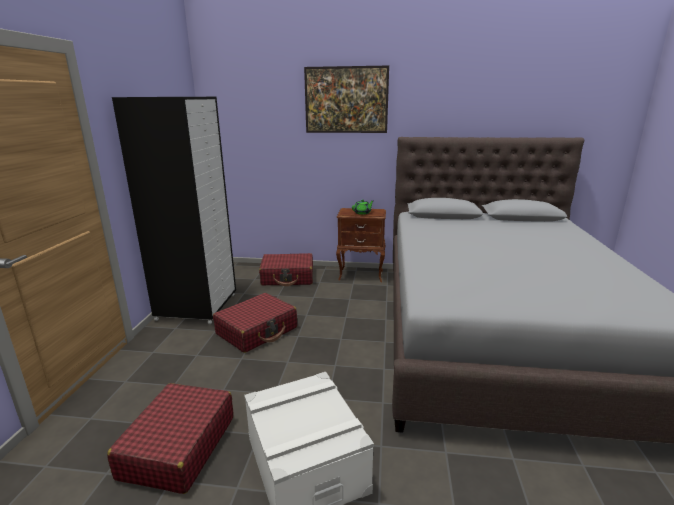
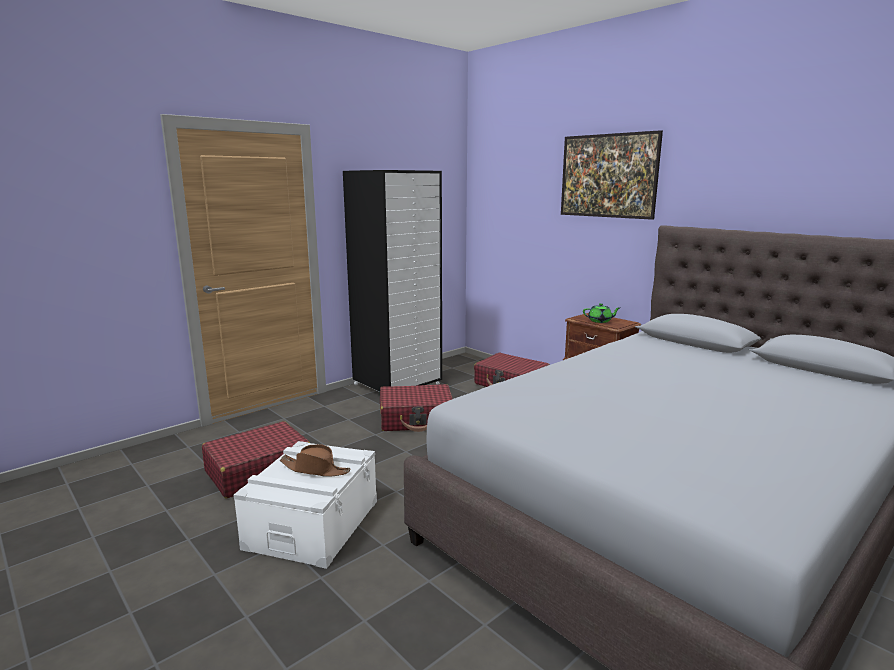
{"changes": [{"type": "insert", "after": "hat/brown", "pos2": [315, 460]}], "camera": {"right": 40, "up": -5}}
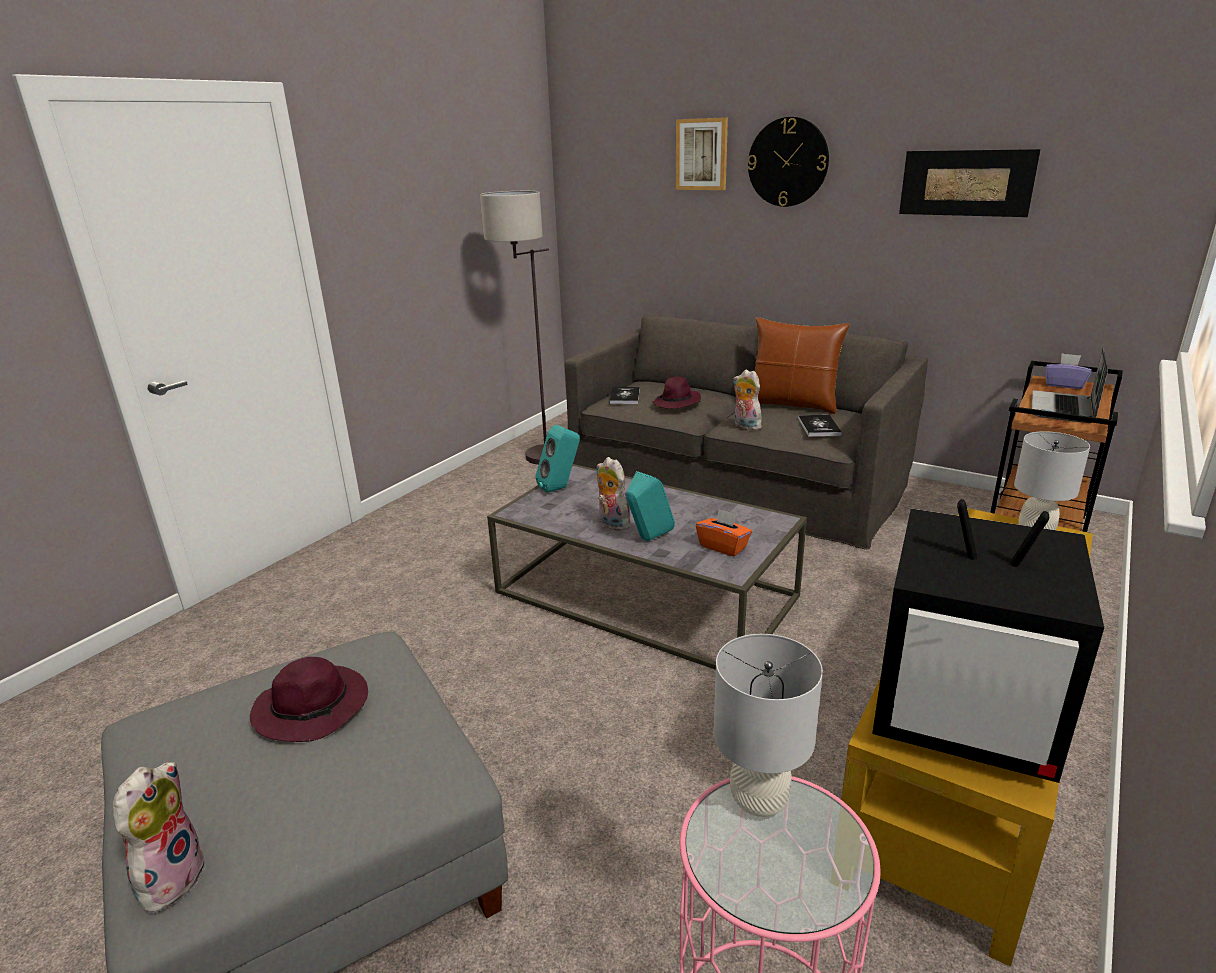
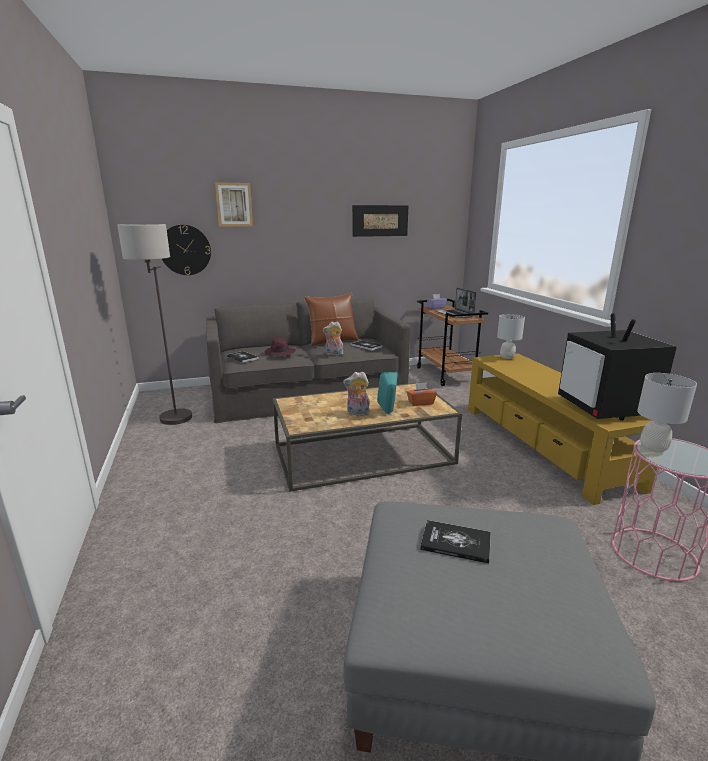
{"changes": [{"type": "delete", "before": "plush toy", "pos1": [159, 839]}, {"type": "delete", "before": "speaker/turquoise", "pos1": [557, 459]}, {"type": "move", "before": "wall clock", "pos1": [788, 162], "pos2": [186, 250]}, {"type": "replace", "before": "hat/purple", "after": "book", "pos1": [309, 699], "pos2": [455, 542]}, {"type": "recolor", "before": "coffee table/grey", "after": "coffee table/brown", "pos1": [647, 567], "pos2": [367, 437]}, {"type": "rotate", "before": "television", "pos1": [988, 641], "pos2": [617, 367], "turn": 105}], "camera": {"right": -50, "up": -5}}
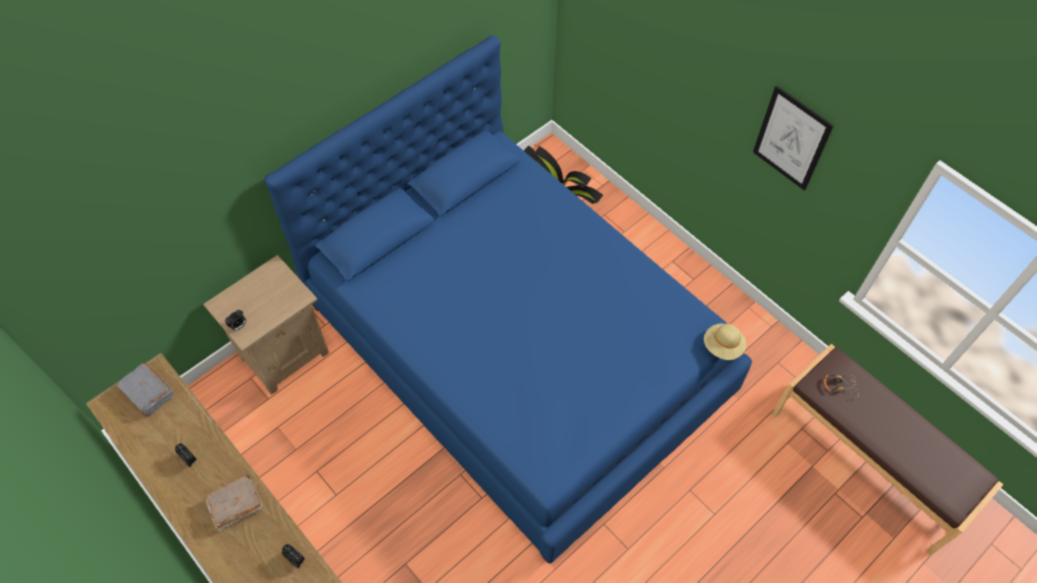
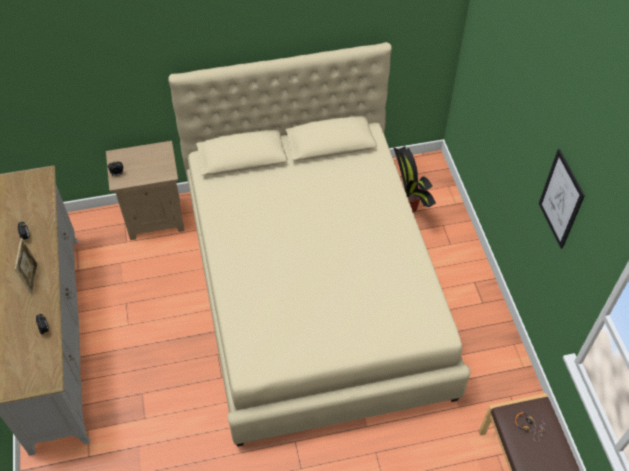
{"changes": [{"type": "delete", "before": "book/grey", "pos1": [144, 390]}, {"type": "delete", "before": "hat/beige", "pos1": [725, 341]}, {"type": "replace", "before": "book/brown", "after": "picture frame", "pos1": [234, 502], "pos2": [26, 266]}, {"type": "recolor", "before": "bed/blue", "after": "bed/beige", "pos1": [508, 300], "pos2": [319, 244]}], "camera": {"right": 30, "up": -5}}
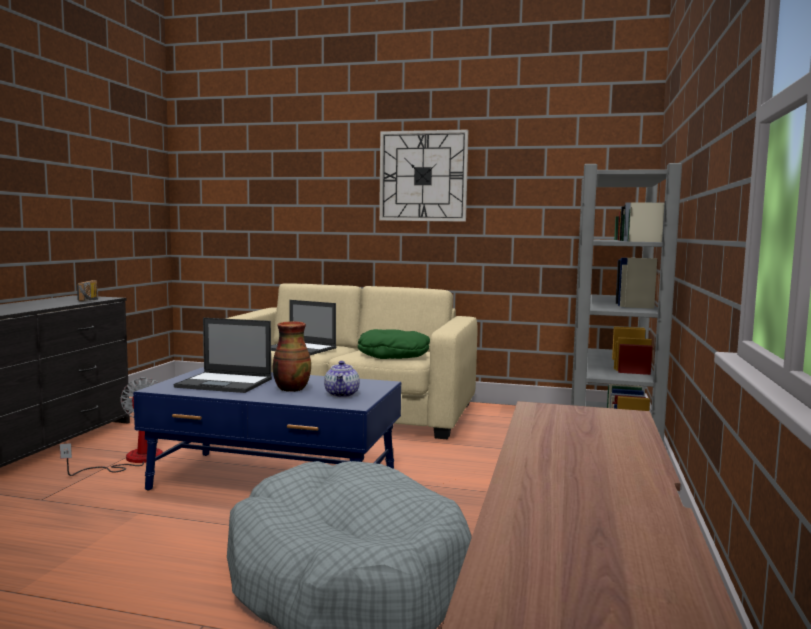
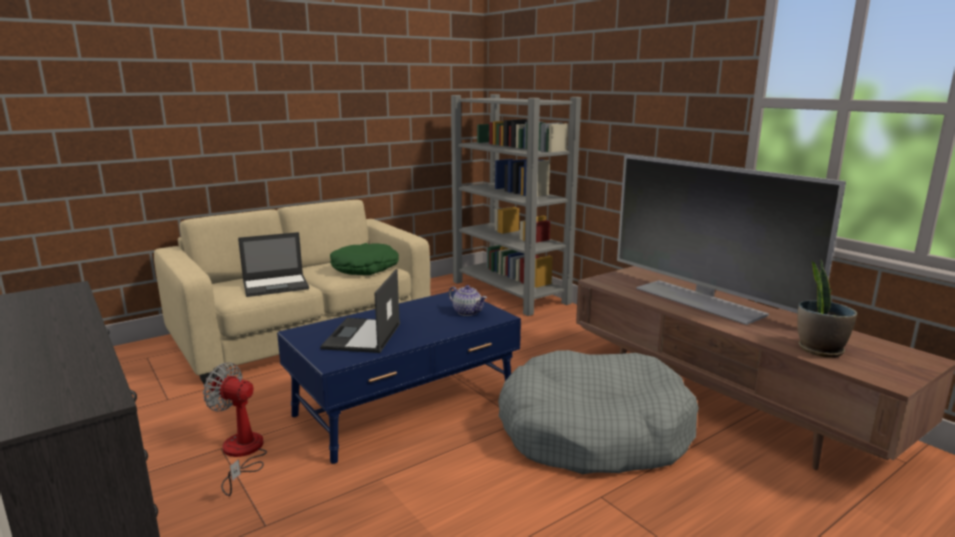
{"changes": [{"type": "delete", "before": "radio", "pos1": [87, 290]}, {"type": "delete", "before": "vase", "pos1": [292, 356]}, {"type": "delete", "before": "wall clock", "pos1": [423, 175]}, {"type": "insert", "after": "television", "pos2": [731, 240]}, {"type": "insert", "after": "potted plant", "pos2": [827, 308]}, {"type": "rotate", "before": "laptop", "pos1": [223, 355], "pos2": [360, 311], "turn": 135}], "camera": {"right": -50, "up": 10}}
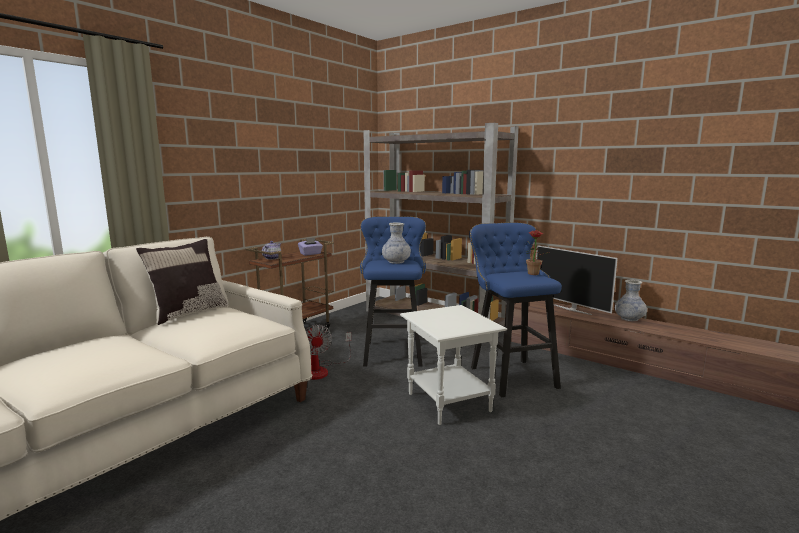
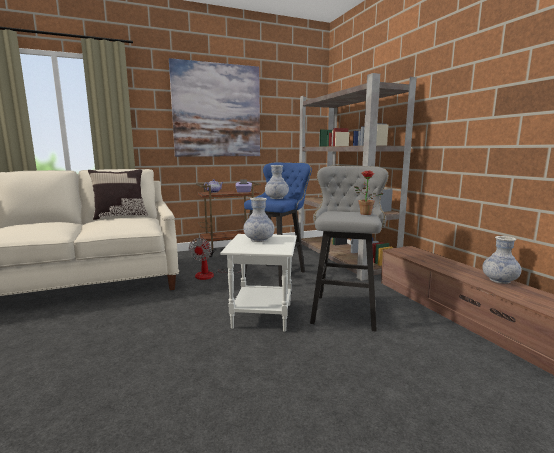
{"changes": [{"type": "delete", "before": "television", "pos1": [577, 280]}, {"type": "insert", "after": "picture", "pos2": [214, 107]}, {"type": "insert", "after": "vase", "pos2": [259, 220]}, {"type": "recolor", "before": "stool/blue", "after": "stool/grey", "pos1": [515, 309], "pos2": [349, 249]}], "camera": {"right": 30, "up": 0}}
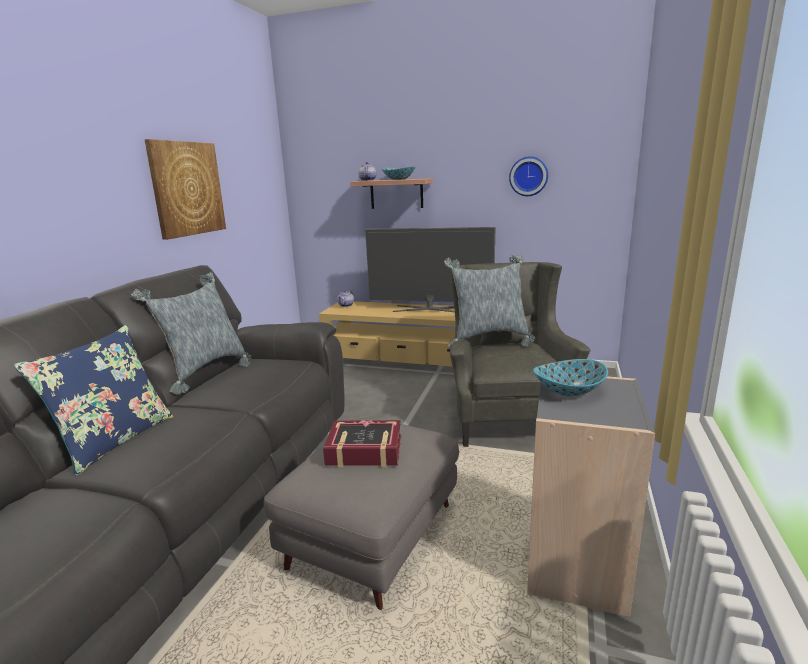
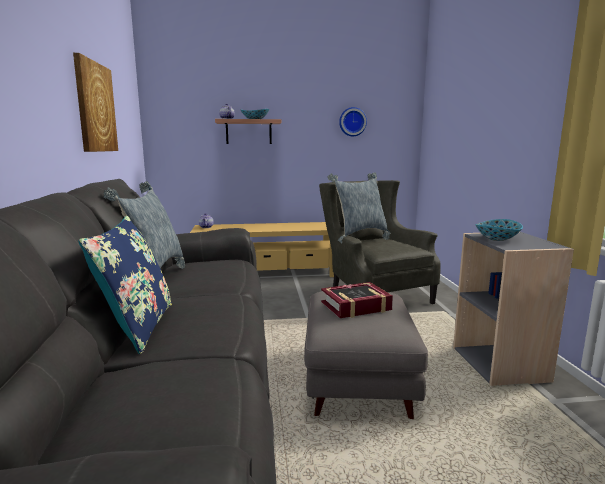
{"changes": [{"type": "delete", "before": "television", "pos1": [430, 269]}], "camera": {"right": -25, "up": -5}}
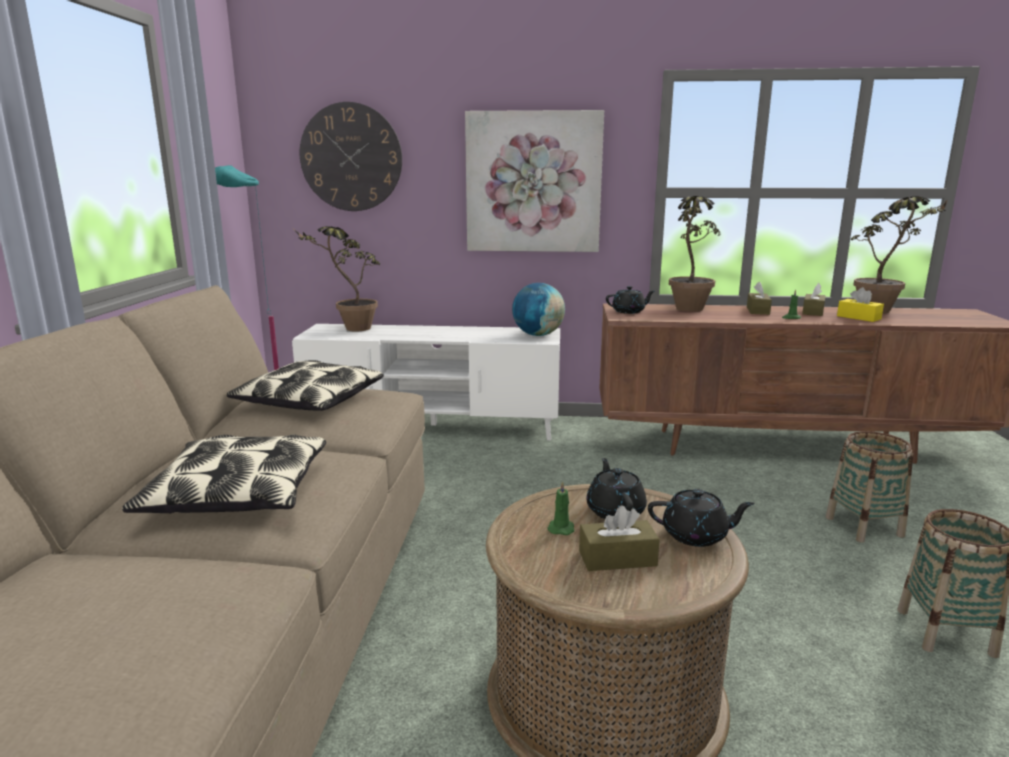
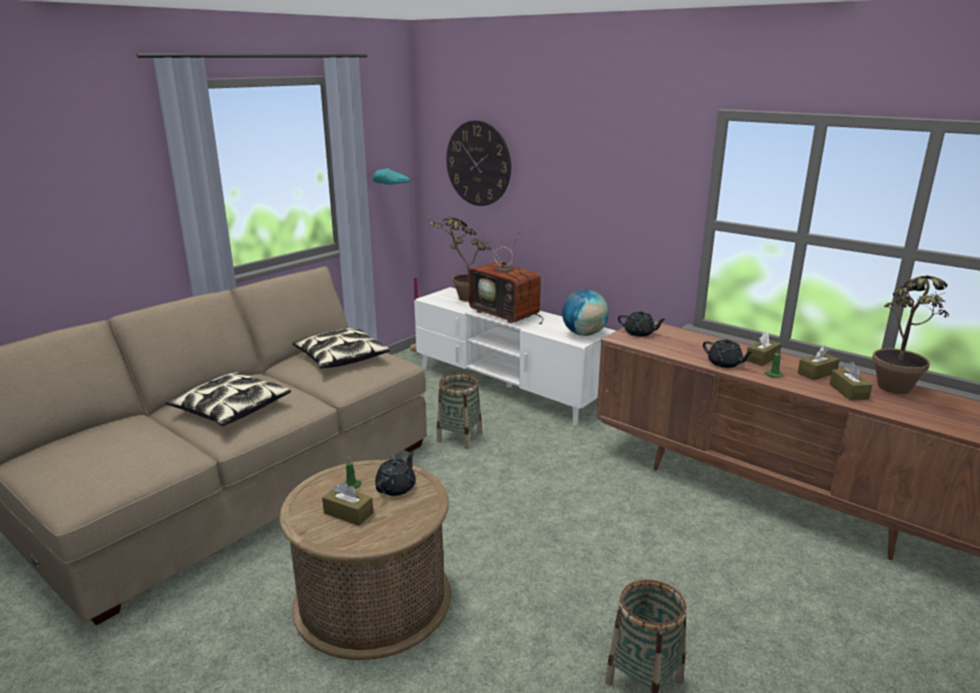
{"changes": [{"type": "delete", "before": "picture", "pos1": [534, 181]}, {"type": "delete", "before": "potted plant", "pos1": [695, 254]}, {"type": "insert", "after": "television", "pos2": [506, 278]}, {"type": "move", "before": "teapot/black", "pos1": [701, 518], "pos2": [728, 353]}, {"type": "move", "before": "basket", "pos1": [869, 487], "pos2": [459, 411]}, {"type": "recolor", "before": "tissue box/yellow", "after": "tissue box/brown", "pos1": [860, 304], "pos2": [851, 381]}], "camera": {"right": 35, "up": 5}}
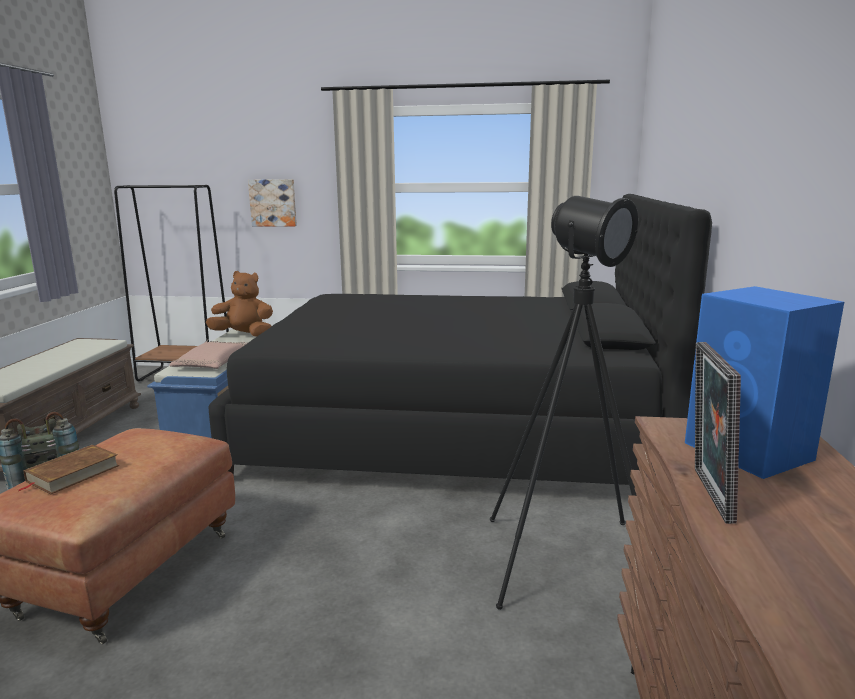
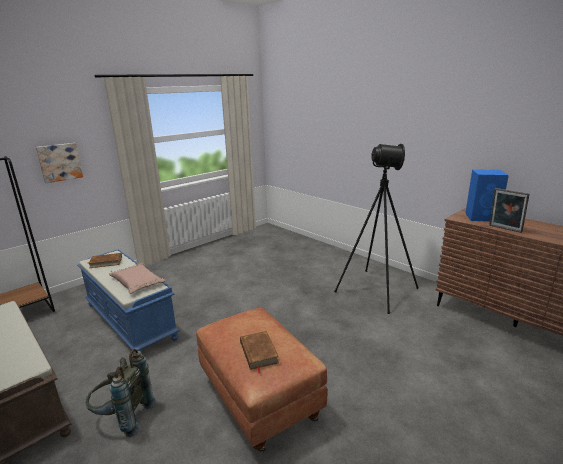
{"changes": [{"type": "delete", "before": "bed/black", "pos1": [460, 339]}, {"type": "replace", "before": "plush toy/brown", "after": "book/brown", "pos1": [239, 304], "pos2": [105, 260]}], "camera": {"right": -50, "up": 5}}
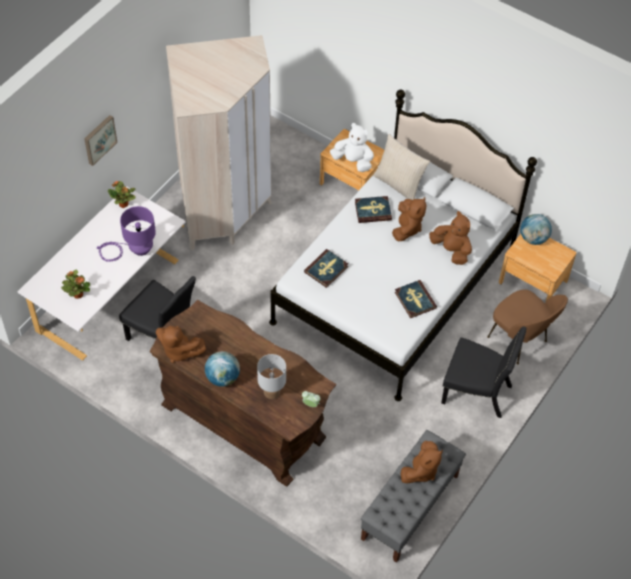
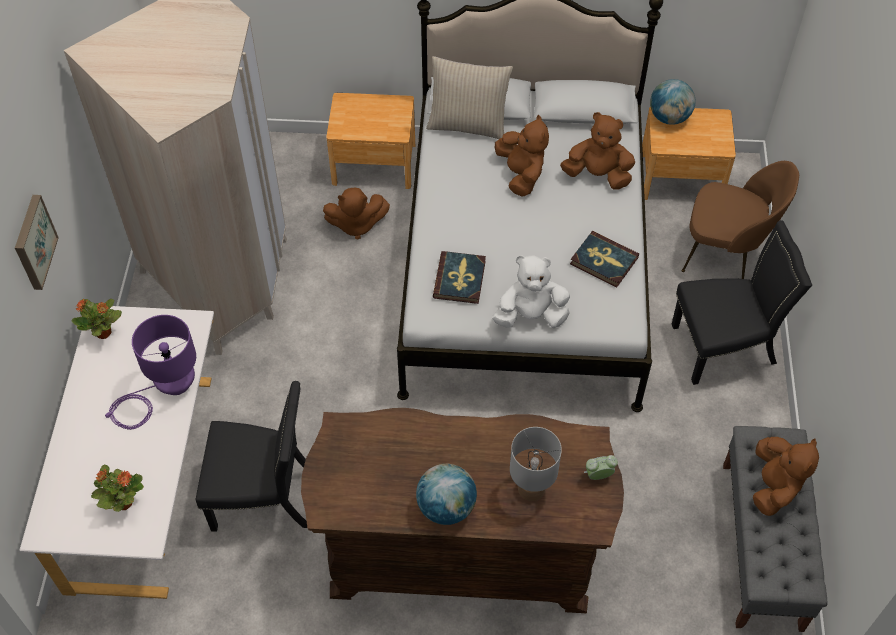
{"changes": [{"type": "delete", "before": "book", "pos1": [373, 209]}, {"type": "move", "before": "plush toy/brown", "pos1": [181, 344], "pos2": [356, 214]}, {"type": "move", "before": "plush toy/white", "pos1": [352, 147], "pos2": [531, 292]}], "camera": {"right": -30, "up": 0}}
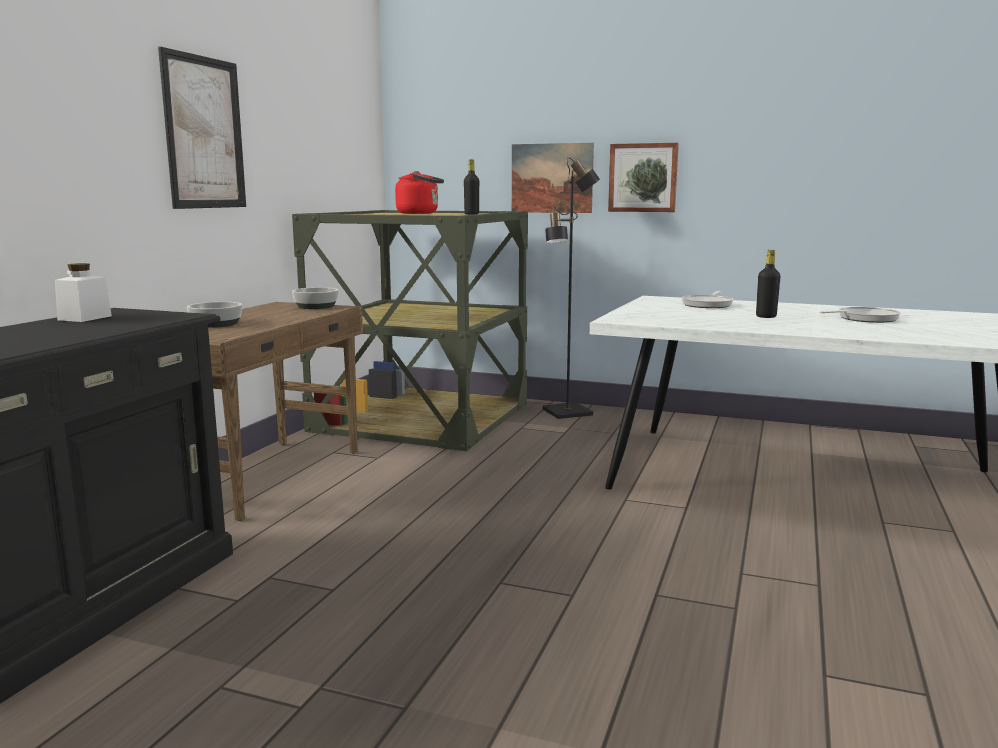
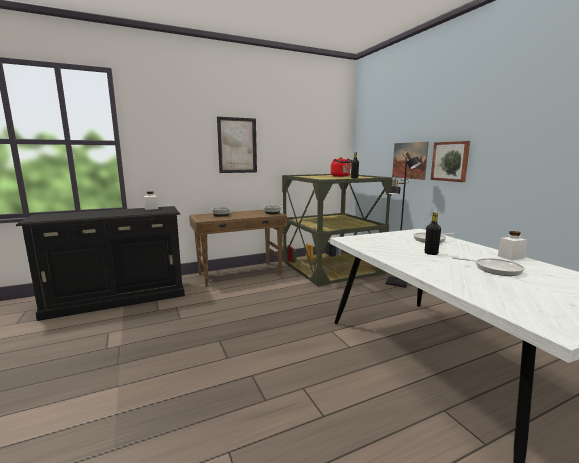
{"changes": [{"type": "insert", "after": "jar/white", "pos2": [512, 245]}], "camera": {"right": 45, "up": 0}}
